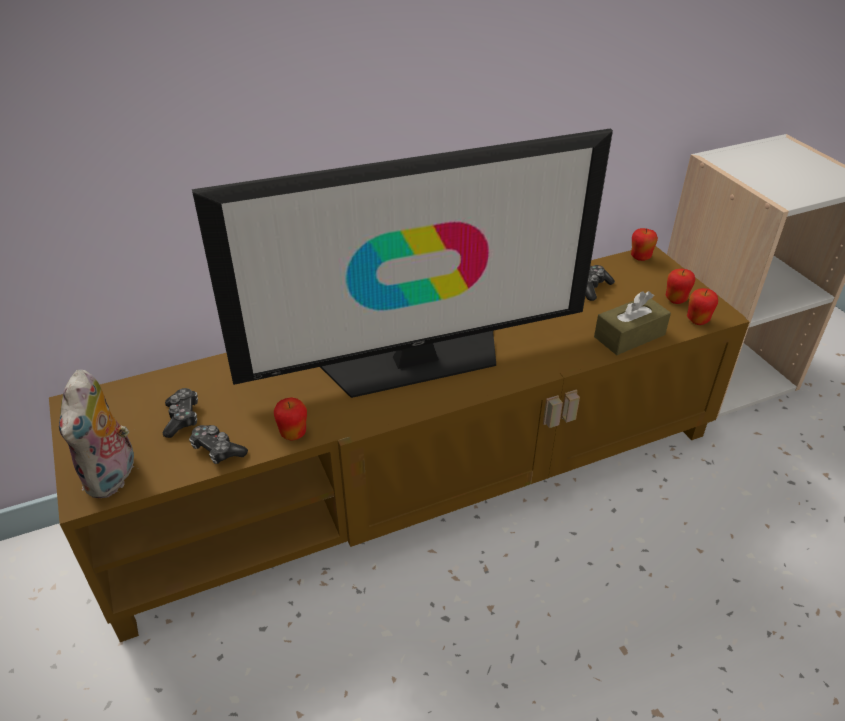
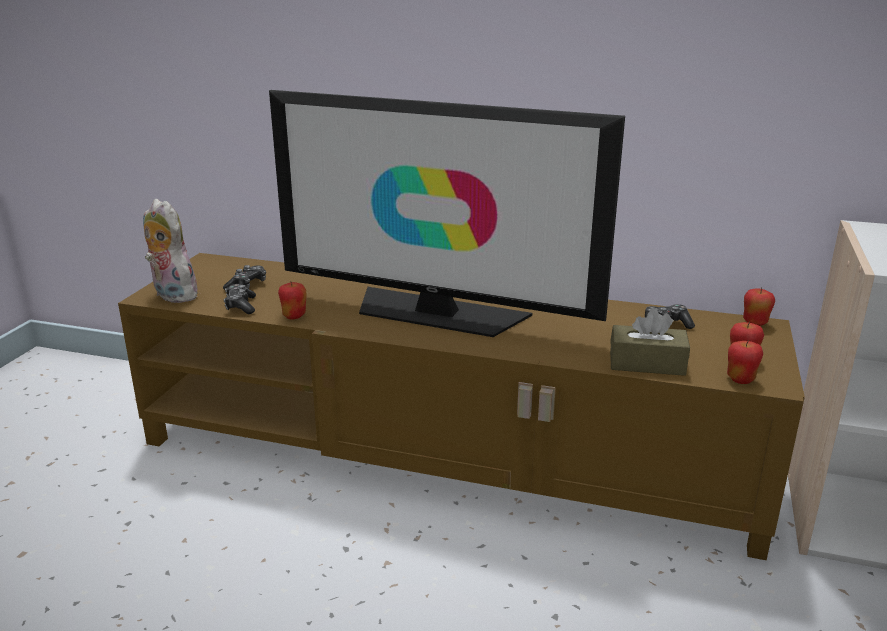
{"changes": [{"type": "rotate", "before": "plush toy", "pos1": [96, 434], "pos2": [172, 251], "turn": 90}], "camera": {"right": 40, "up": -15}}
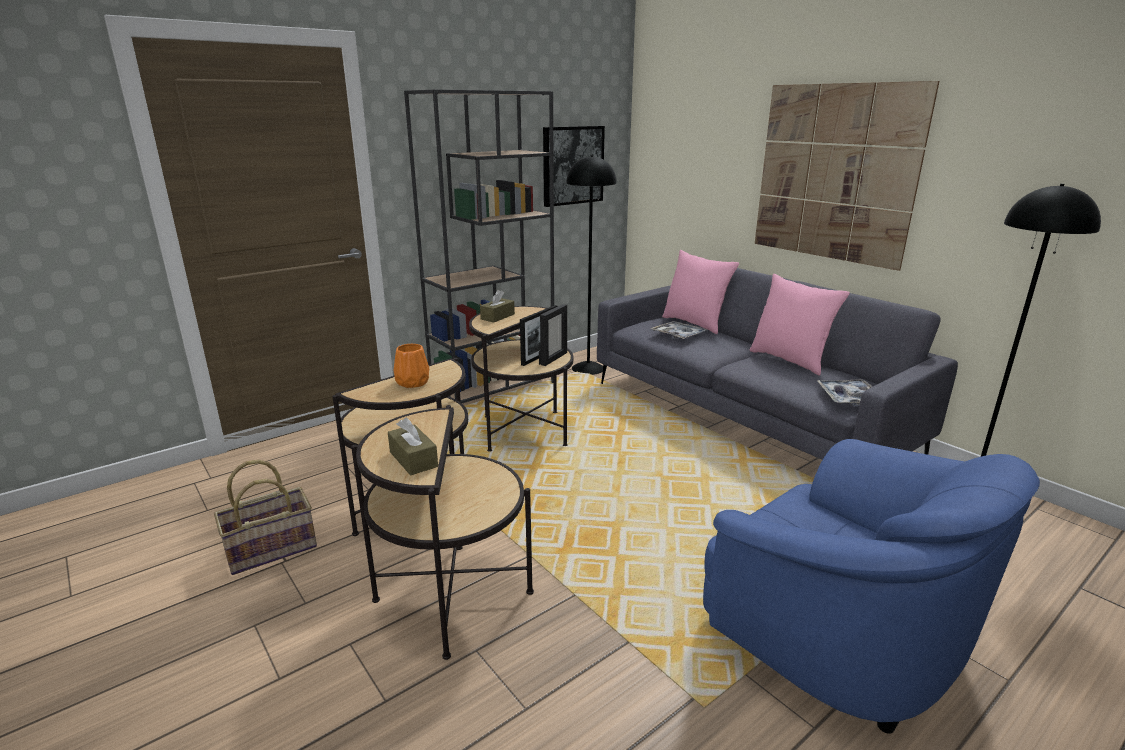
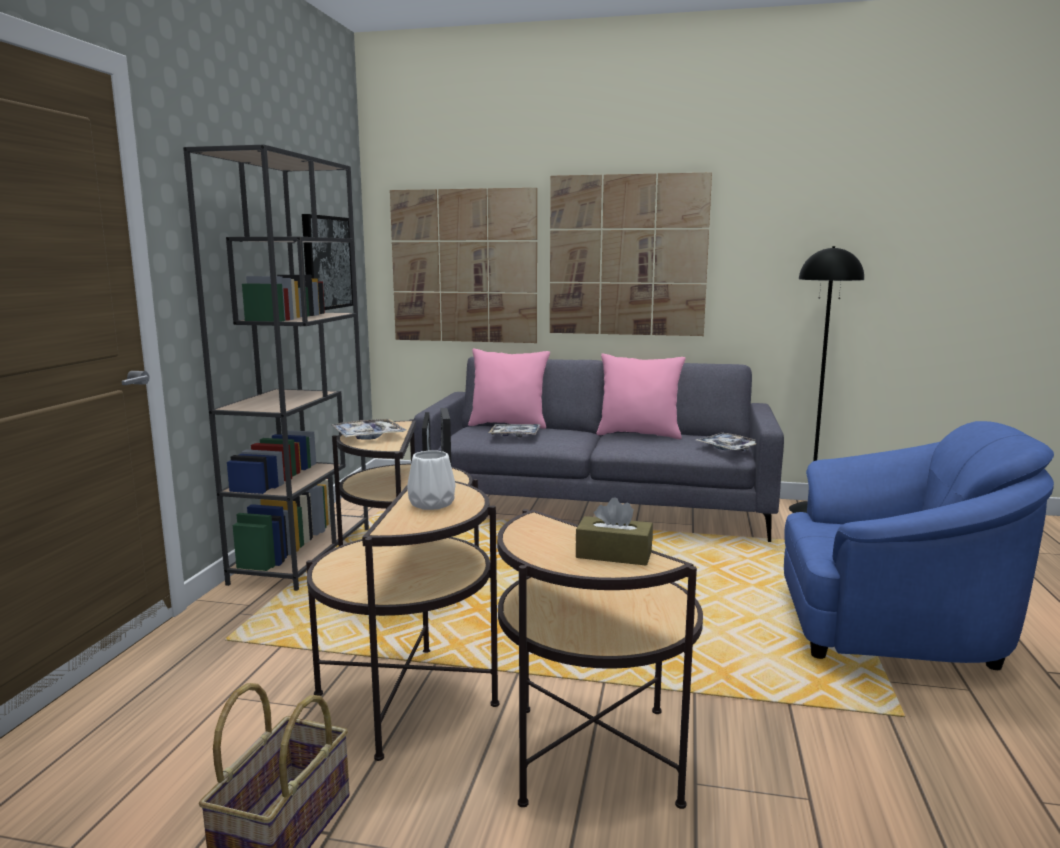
{"changes": [{"type": "delete", "before": "floor lamp/black", "pos1": [591, 265]}, {"type": "insert", "after": "picture", "pos2": [463, 265]}, {"type": "replace", "before": "tissue box/brown", "after": "tray", "pos1": [497, 306], "pos2": [369, 429]}, {"type": "recolor", "before": "vase/orange", "after": "vase/white", "pos1": [411, 366], "pos2": [431, 480]}], "camera": {"right": -40, "up": -10}}
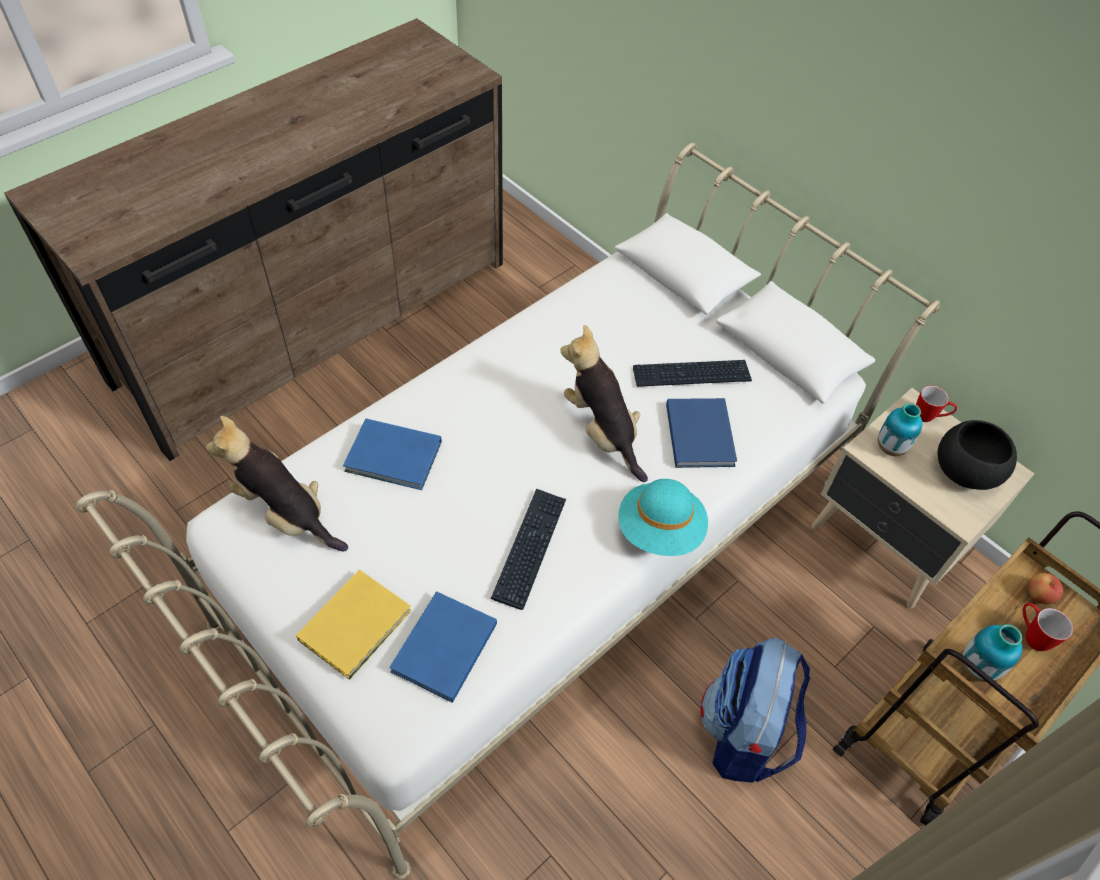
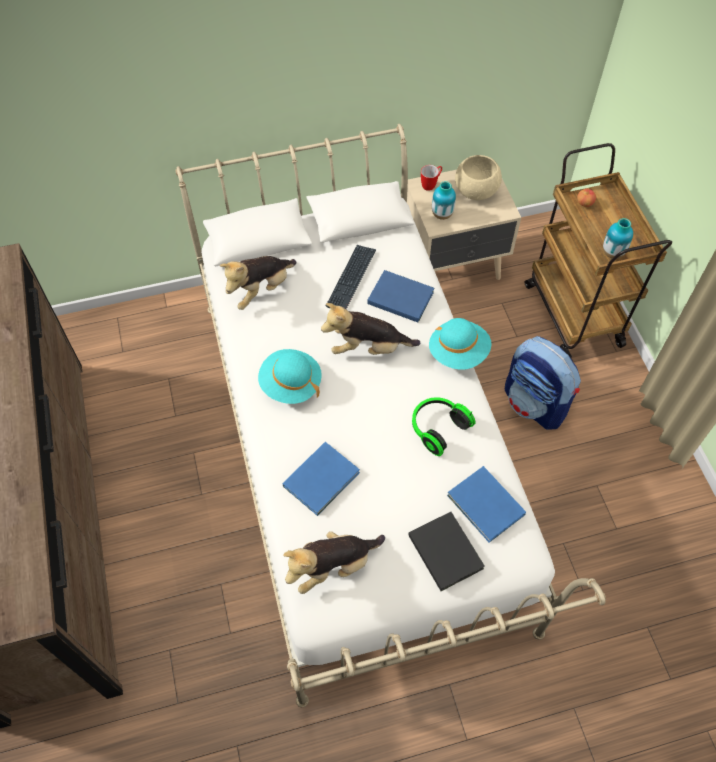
{"changes": [{"type": "delete", "before": "mug", "pos1": [1048, 627]}, {"type": "insert", "after": "plush toy", "pos2": [258, 283]}, {"type": "insert", "after": "hat/turquoise", "pos2": [290, 376]}, {"type": "replace", "before": "keyboard", "after": "headphones", "pos1": [528, 549], "pos2": [443, 426]}, {"type": "recolor", "before": "book/yellow", "after": "book/black", "pos1": [353, 624], "pos2": [446, 551]}, {"type": "recolor", "before": "bowl/black", "after": "bowl/beige", "pos1": [977, 455], "pos2": [478, 177]}], "camera": {"right": -60, "up": 5}}
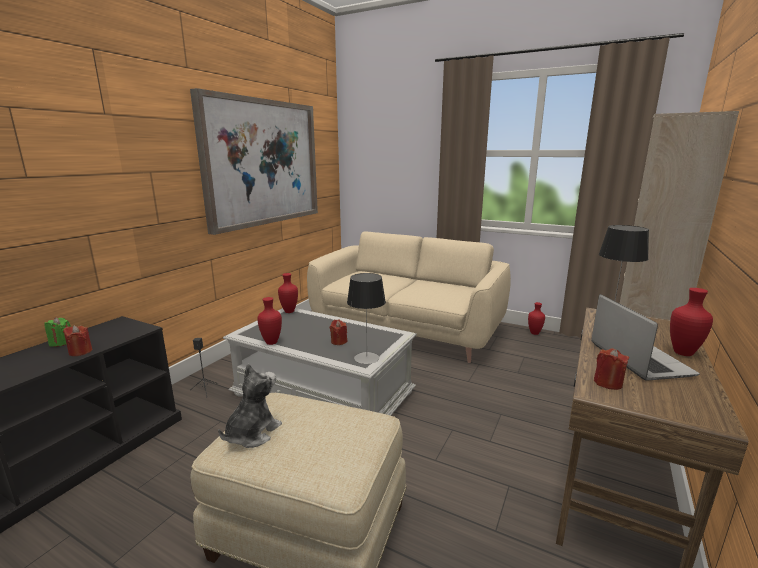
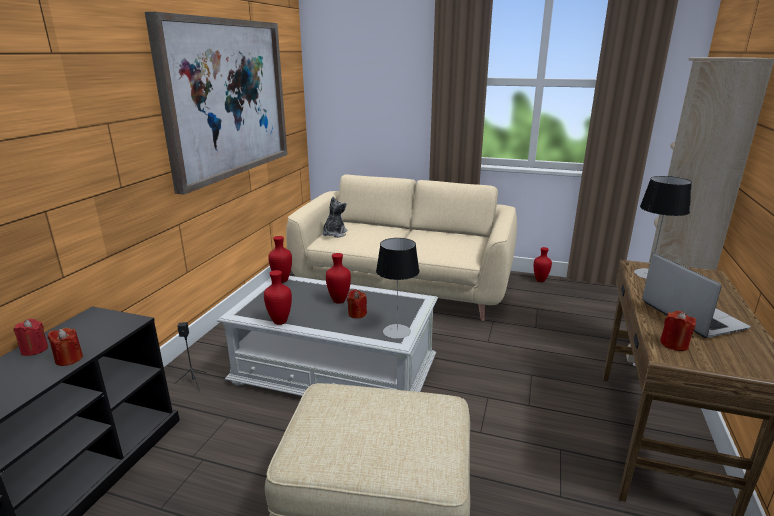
{"changes": [{"type": "move", "before": "plush toy", "pos1": [250, 406], "pos2": [335, 217]}, {"type": "move", "before": "vase/red", "pos1": [691, 322], "pos2": [338, 278]}, {"type": "recolor", "before": "candle/green", "after": "candle/red", "pos1": [57, 332], "pos2": [31, 337]}], "camera": {"right": -10, "up": 5}}
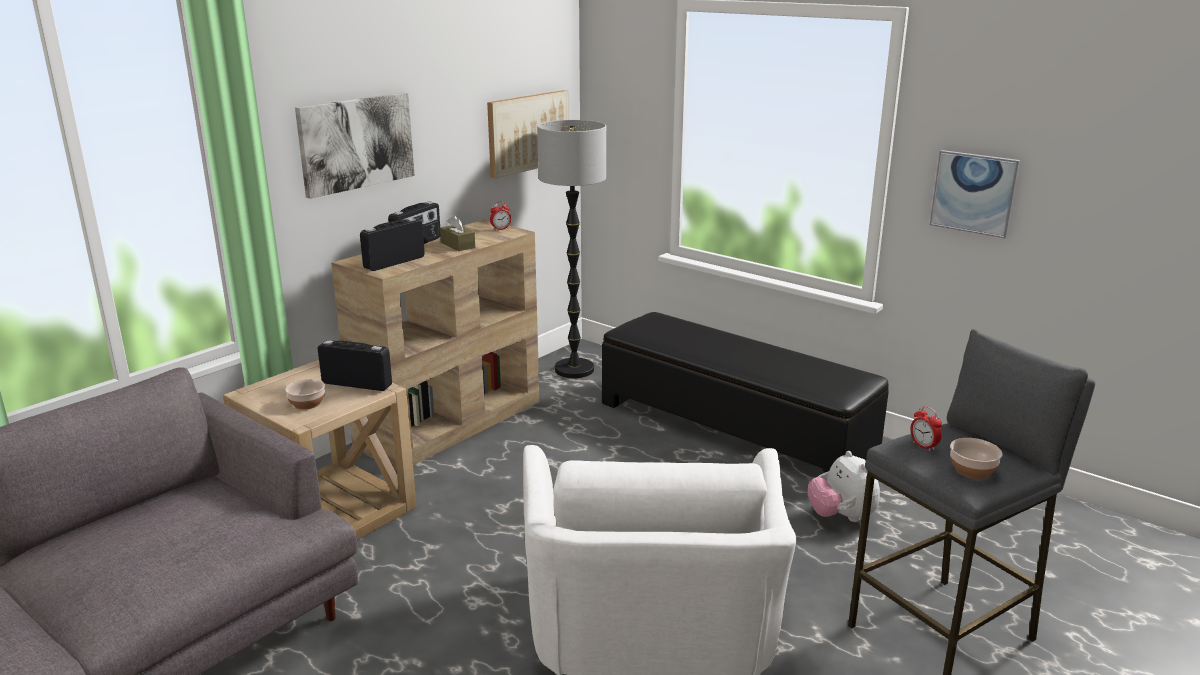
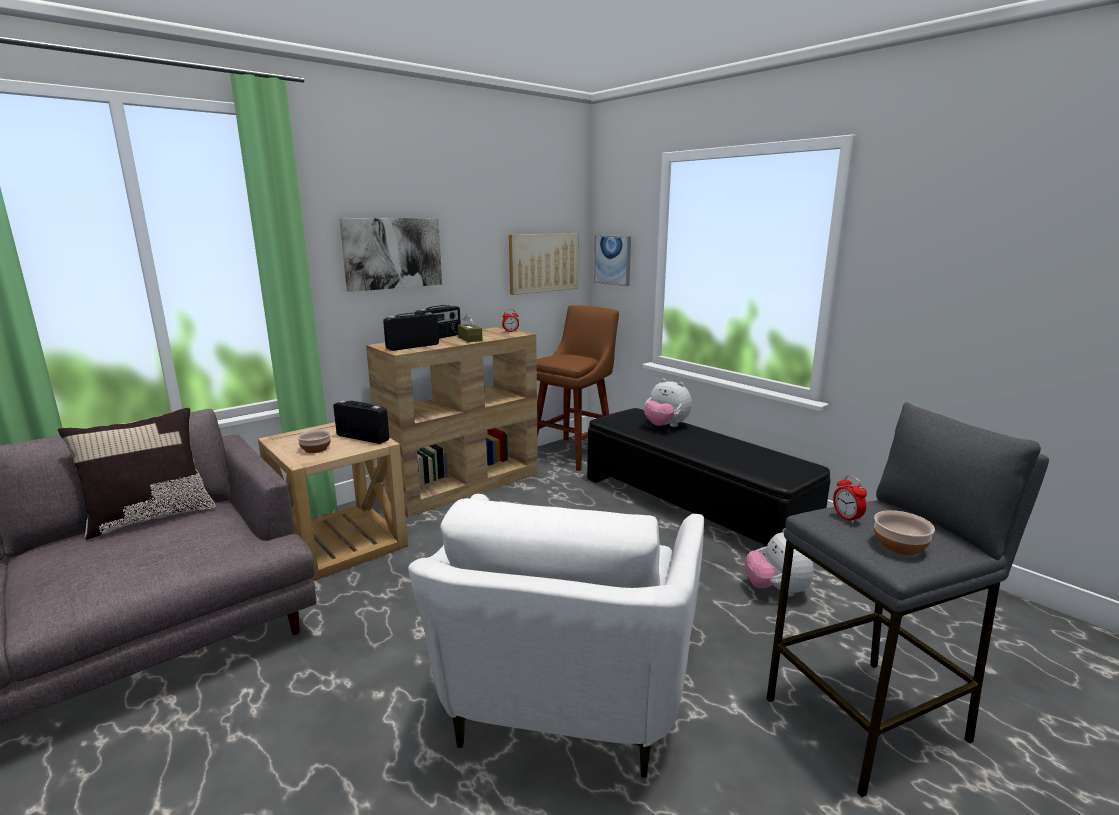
{"changes": [{"type": "insert", "after": "pillow", "pos2": [137, 474]}, {"type": "insert", "after": "plush toy", "pos2": [668, 402]}, {"type": "move", "before": "picture", "pos1": [975, 194], "pos2": [612, 260]}, {"type": "replace", "before": "floor lamp", "after": "stool/brown", "pos1": [571, 249], "pos2": [578, 388]}], "camera": {"right": 10, "up": -5}}
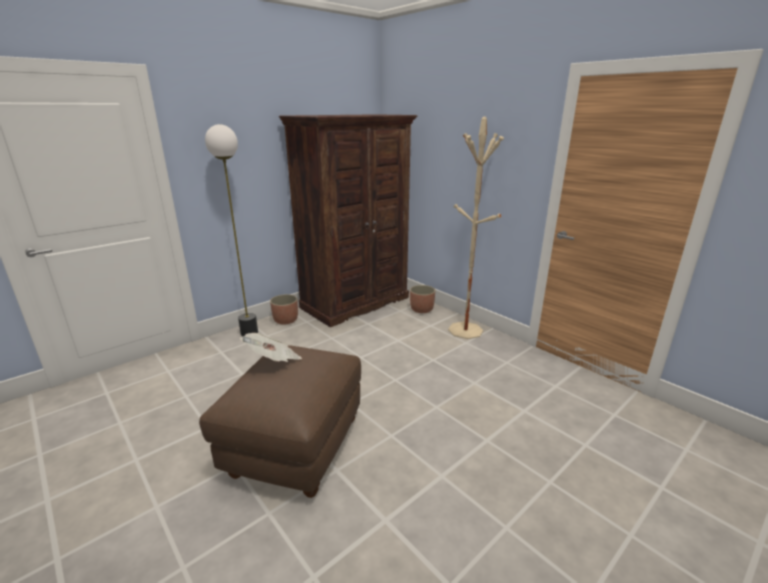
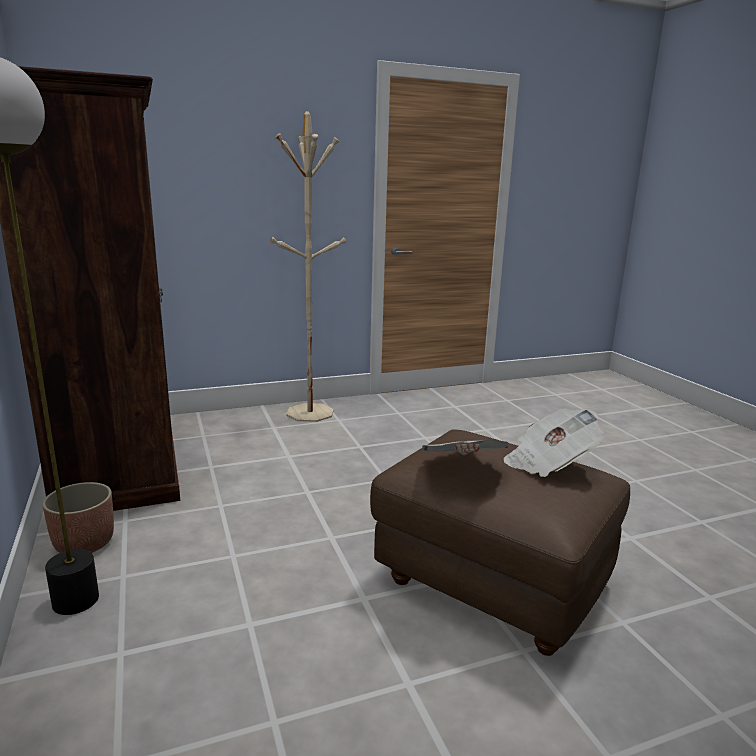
{"changes": [{"type": "delete", "before": "planter", "pos1": [422, 299]}, {"type": "insert", "after": "newspaper", "pos2": [554, 443]}], "camera": {"right": -70, "up": -5}}
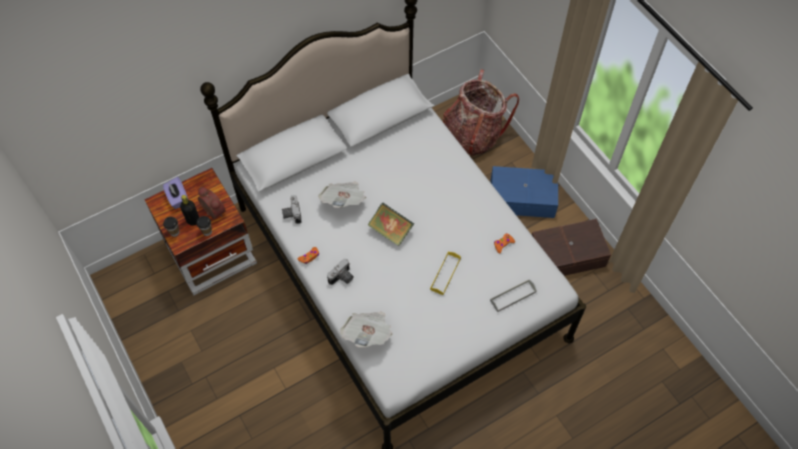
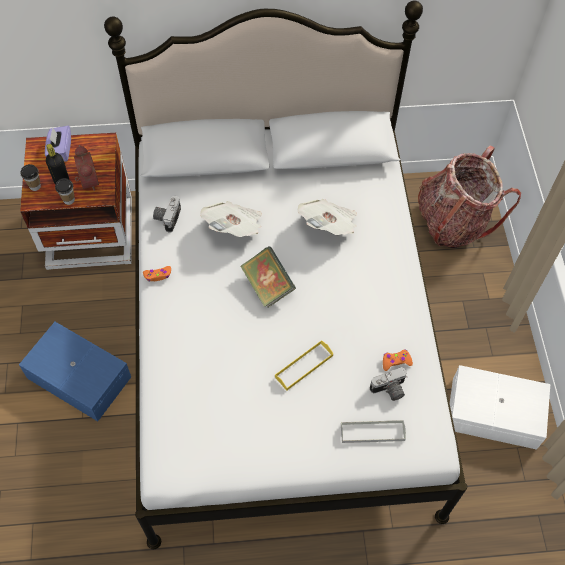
{"changes": [{"type": "move", "before": "photo camera", "pos1": [340, 272], "pos2": [389, 384]}, {"type": "move", "before": "newspaper", "pos1": [366, 329], "pos2": [327, 217]}, {"type": "move", "before": "storage box/blue", "pos1": [524, 192], "pos2": [75, 371]}, {"type": "recolor", "before": "storage box/brown", "after": "storage box/white", "pos1": [571, 247], "pos2": [500, 407]}], "camera": {"right": 25, "up": 0}}
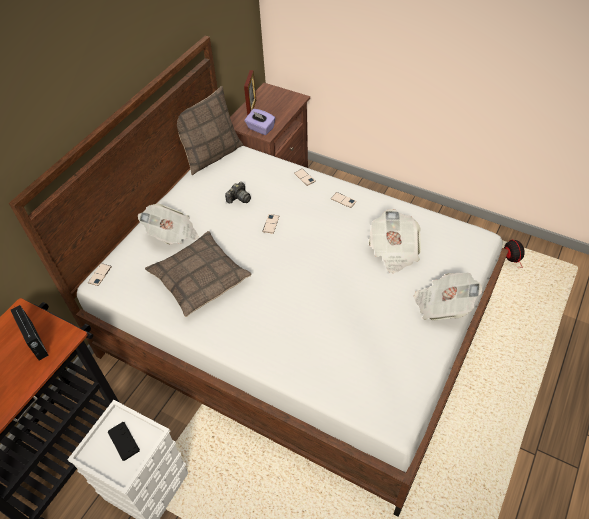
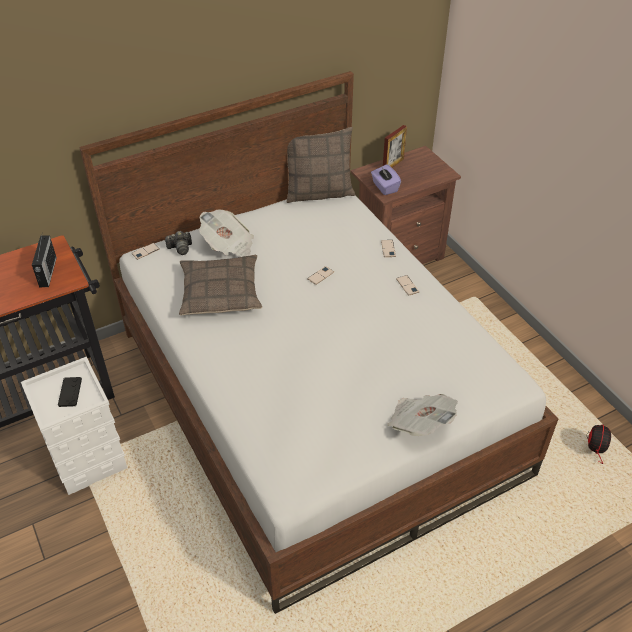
{"changes": [{"type": "delete", "before": "newspaper", "pos1": [395, 241]}, {"type": "move", "before": "photo camera", "pos1": [238, 192], "pos2": [178, 243]}], "camera": {"right": 30, "up": -5}}
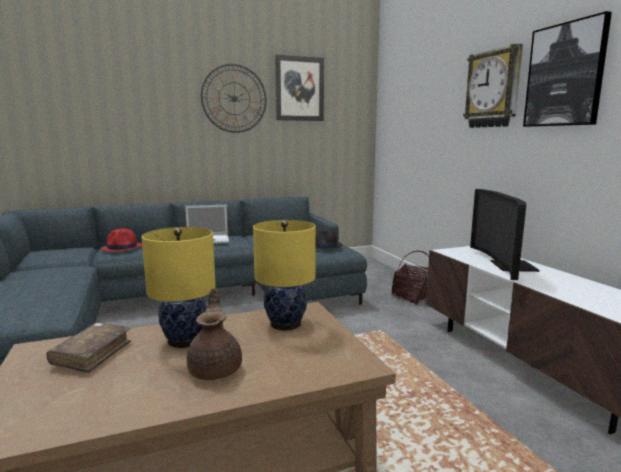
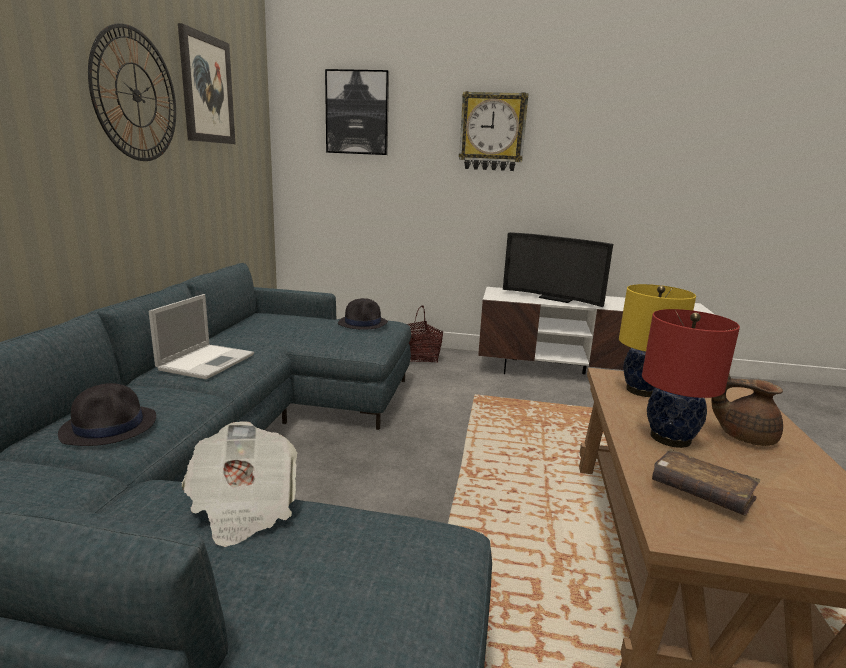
{"changes": [{"type": "insert", "after": "newspaper", "pos2": [239, 484]}, {"type": "move", "before": "picture", "pos1": [567, 69], "pos2": [357, 112]}, {"type": "recolor", "before": "hat/red", "after": "hat/black", "pos1": [121, 240], "pos2": [107, 414]}, {"type": "recolor", "before": "table lamp/yellow", "after": "table lamp/red", "pos1": [179, 287], "pos2": [691, 378]}], "camera": {"right": -60, "up": 5}}
